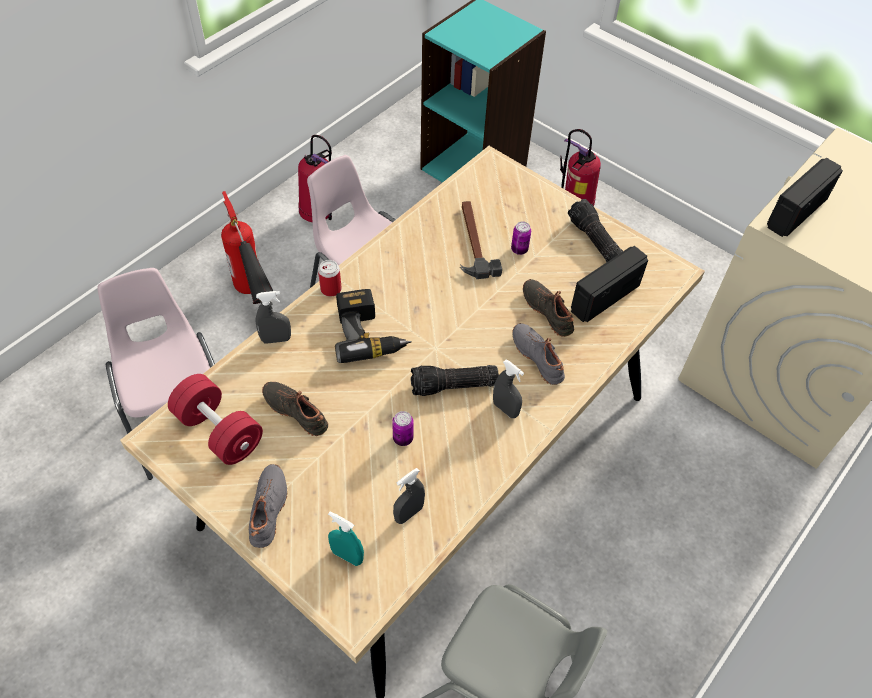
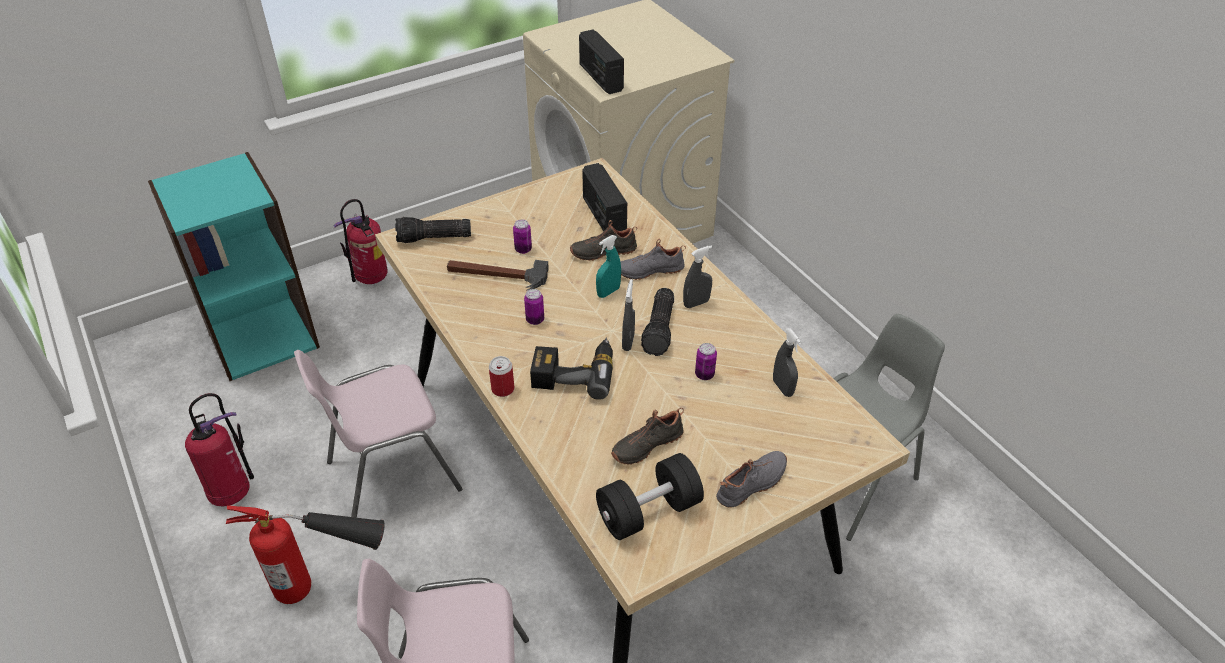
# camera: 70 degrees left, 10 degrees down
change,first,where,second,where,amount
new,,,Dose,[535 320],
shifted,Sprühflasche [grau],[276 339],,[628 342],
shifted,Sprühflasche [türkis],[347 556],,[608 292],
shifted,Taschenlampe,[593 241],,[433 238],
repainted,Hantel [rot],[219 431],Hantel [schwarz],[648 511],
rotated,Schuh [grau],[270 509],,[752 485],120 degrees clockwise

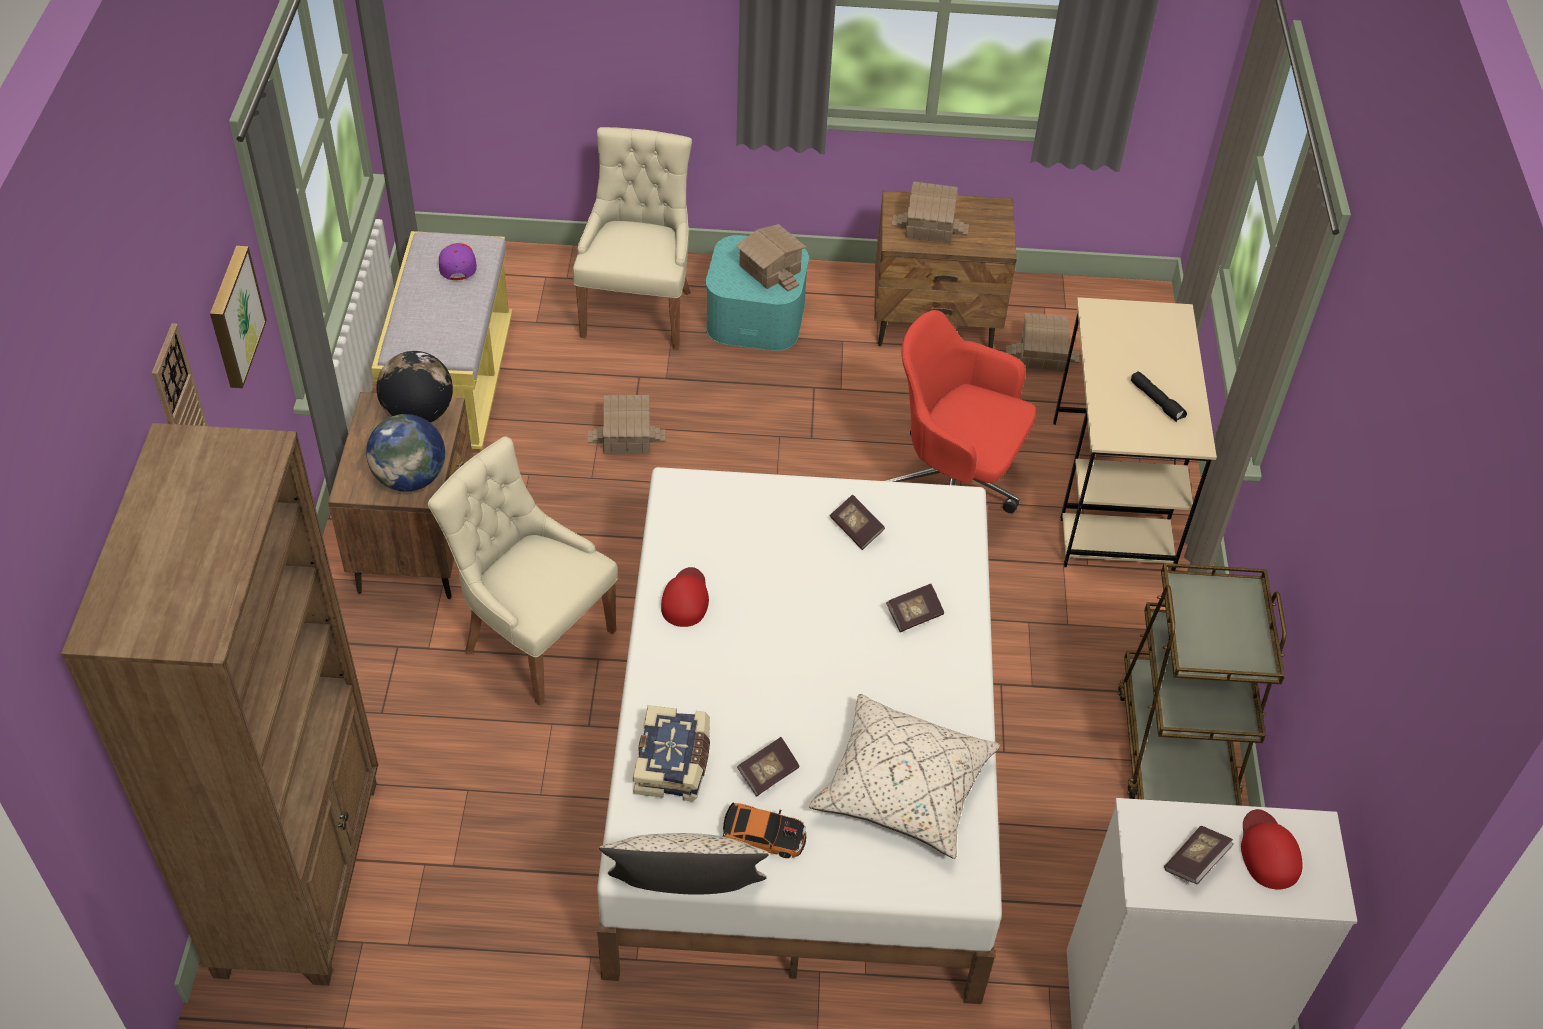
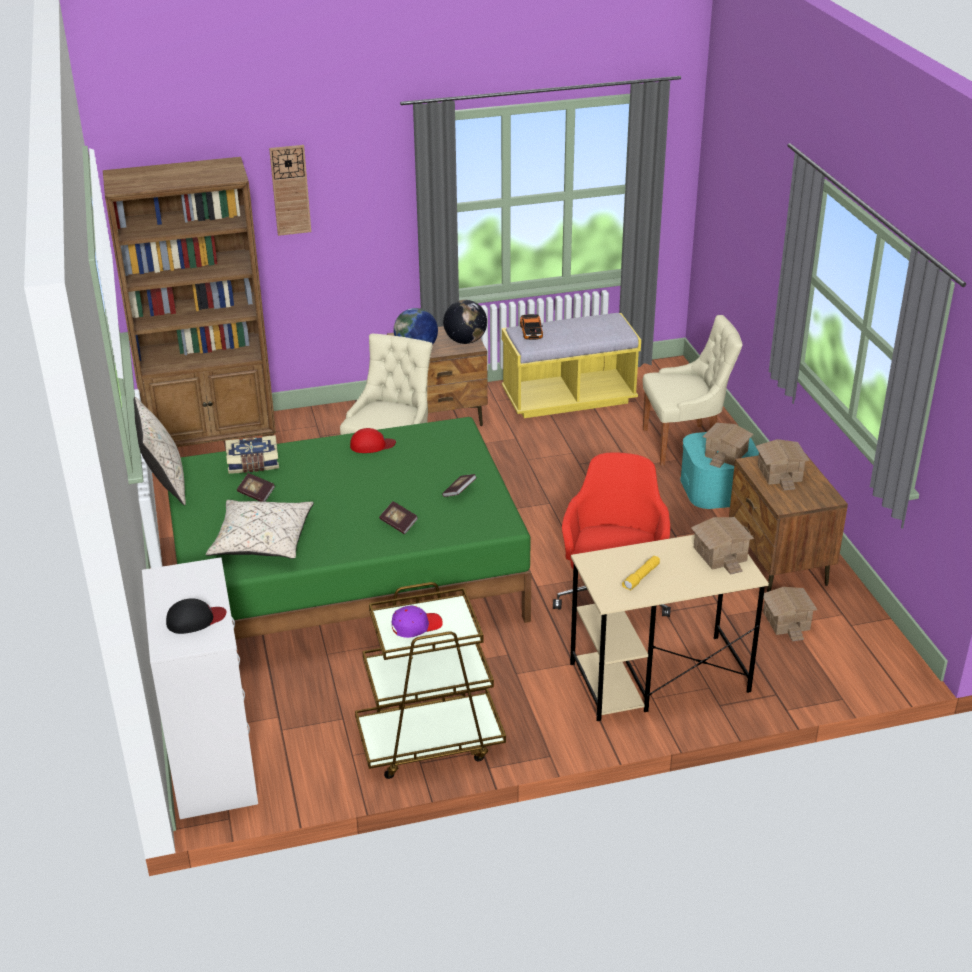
# camera: 75 degrees right, 15 degrees down
change,first,where,second,where,amount
gone,Bild,[233 316],,,
gone,Buch,[1195 862],,,
shifted,Kappe [lila],[457 264],,[416 626],
shifted,Spielzeughaus,[626 436],,[721 554],
shifted,Spielzeugauto,[764 835],,[532 331],
repainted,Bett [weiß],[800 761],Bett [grün],[346 578],
repainted,Taschenlampe [schwarz],[1157 401],Taschenlampe [gelb],[641 578],
repainted,Kappe [rot],[1268 851],Kappe [schwarz],[195 619],

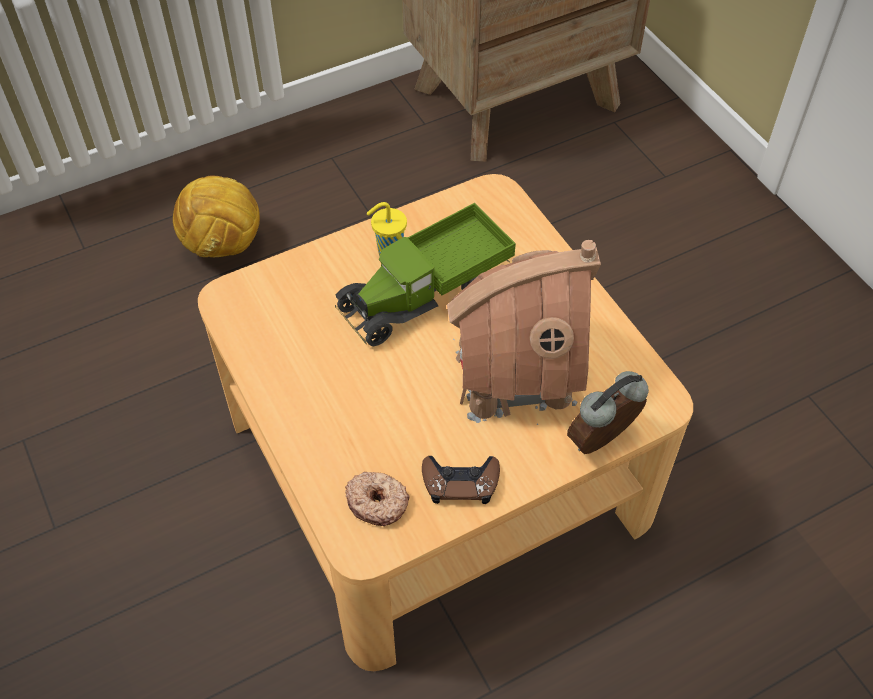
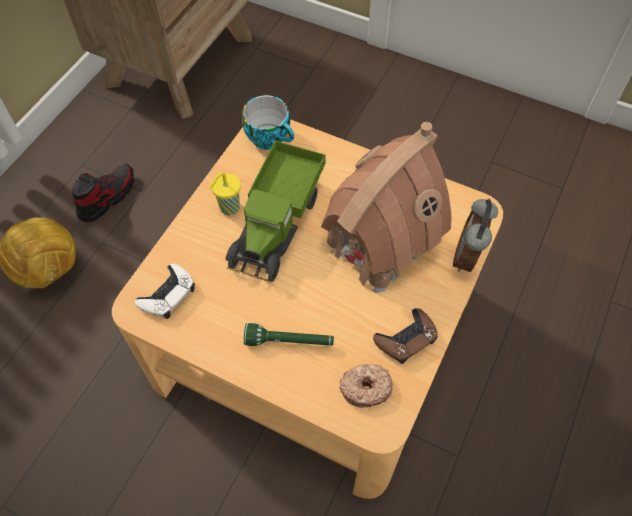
# camera: 35 degrees left, 5 degrees up
change,first,where,second,where,amount
new,,,Schuh,[107 197],
new,,,Gamepad [weiß],[167 295],
new,,,Tasse,[270 137],
new,,,Taschenlampe [grün],[289 342],

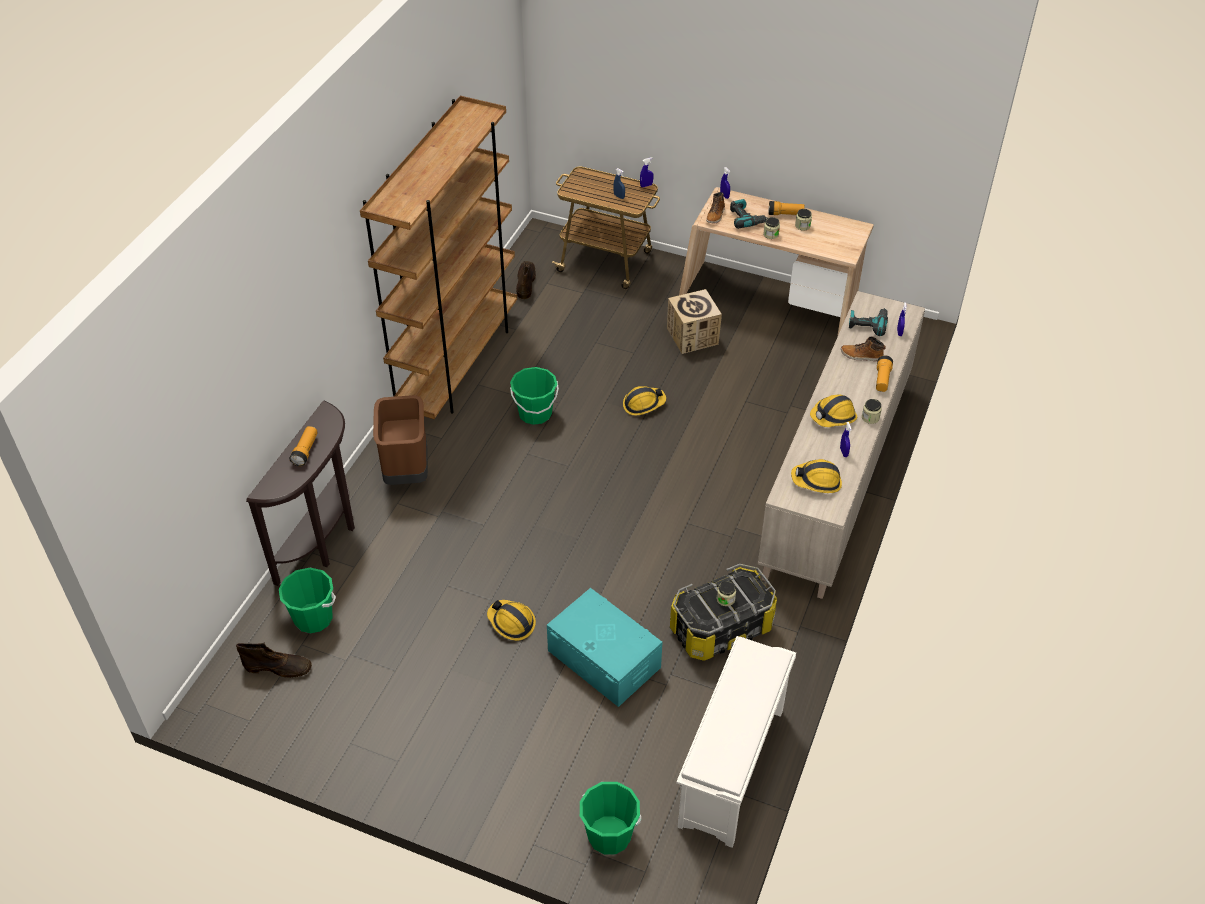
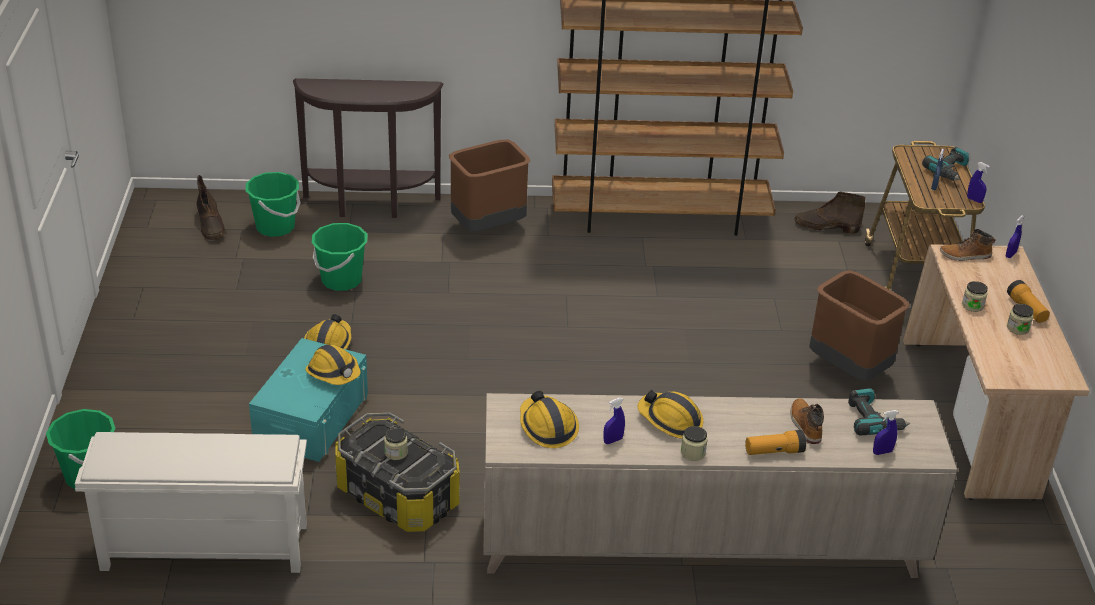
# camera: 65 degrees right, 10 degrees down
change,first,where,second,where,amount
gone,Taschenlampe,[305 451],,,
shifted,Eimer [grün],[535 413],,[341 280],
shifted,Schutzhelm,[643 404],,[334 373],
shifted,Bohrmaschine,[746 219],,[949 171],
swapped,Karton,[692 336],Mülleimer [braun],[849 369],
rotated,Stiefel [braun],[526 282],,[826 226],150 degrees counterclockwise

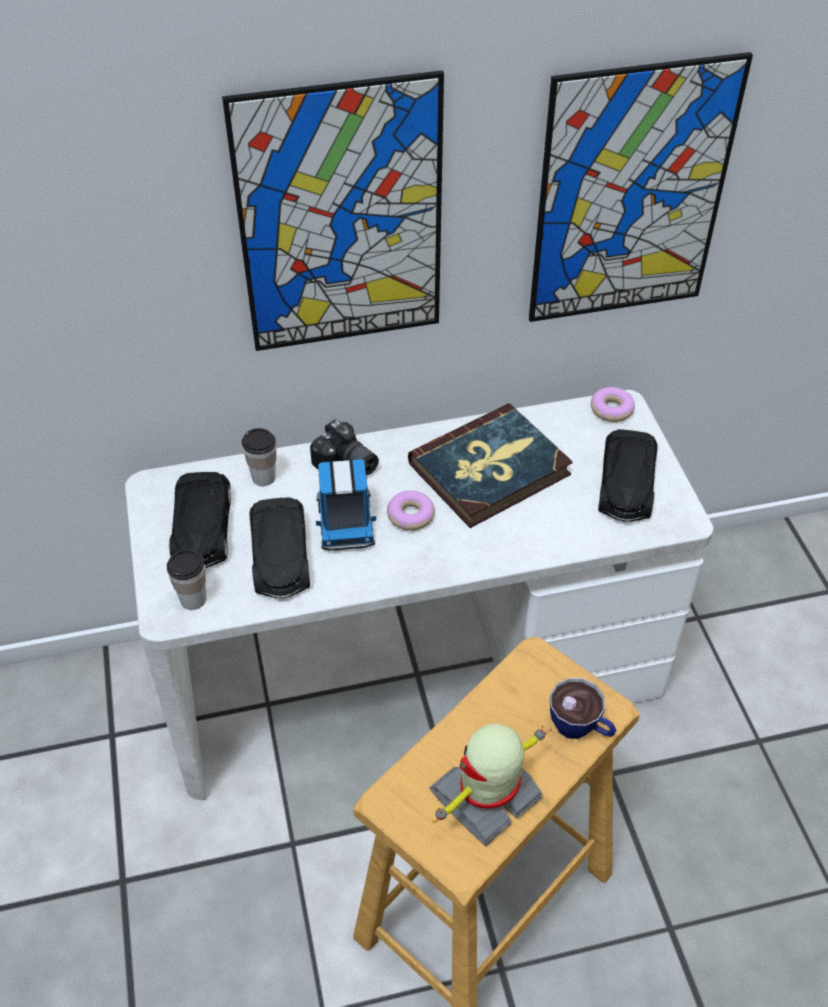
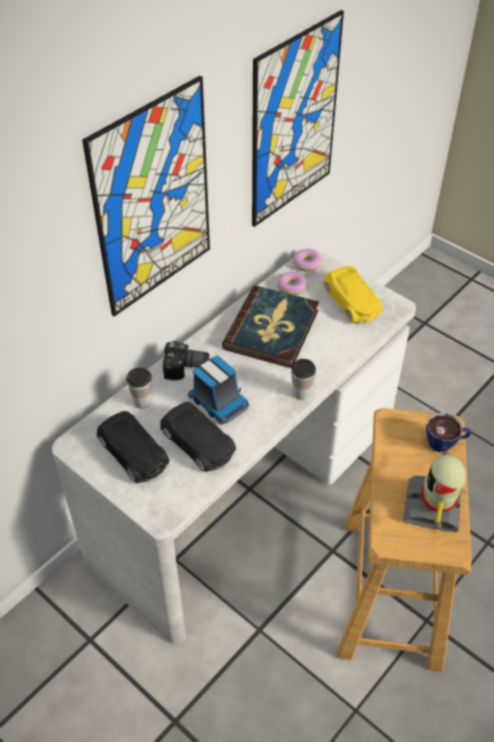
# camera: 35 degrees left, 0 degrees up
change,first,where,second,where,amount
shifted,Tasse,[193 599],,[301 393],
shifted,Donut,[410 515],,[291 287],
repainted,Spielzeugauto [schwarz],[626 485],Spielzeugauto [gelb],[352 302],

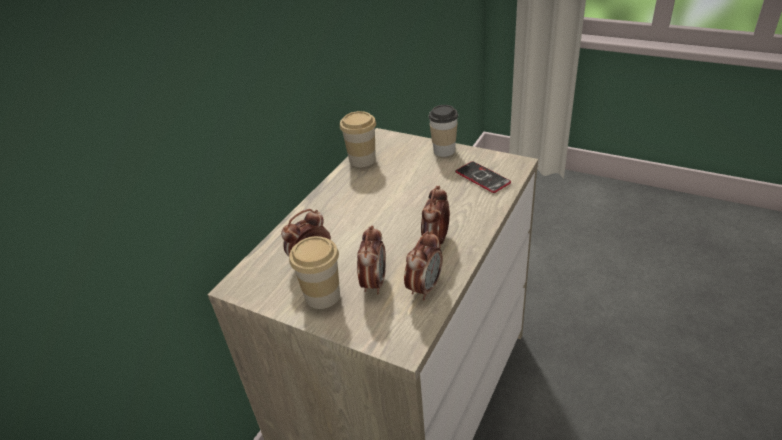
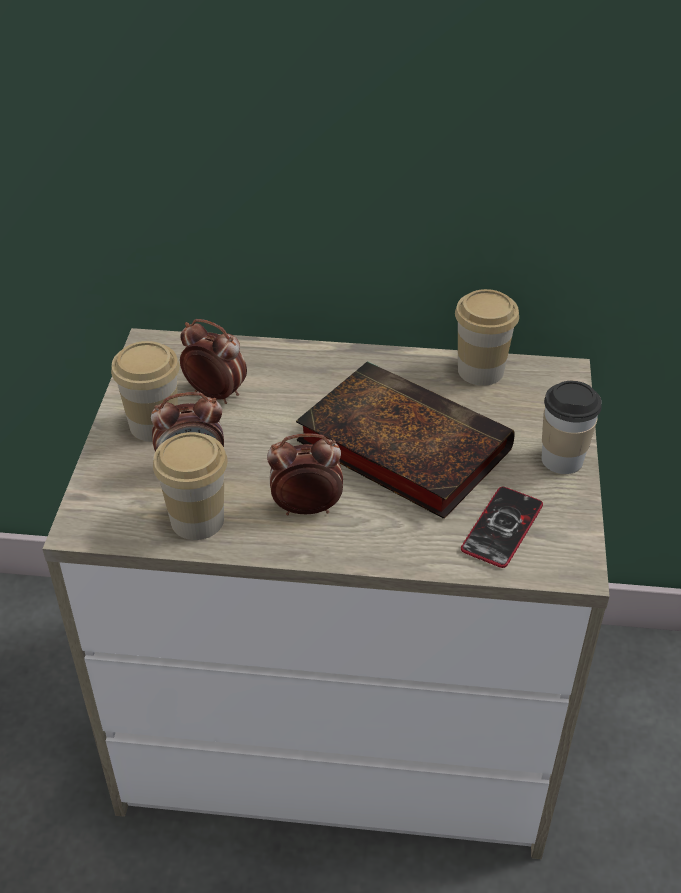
# camera: 65 degrees right, 5 degrees up
change,first,where,second,where,amount
new,,,Buch,[398 445],
swapped,Wecker,[424 288],Tasse,[197 520],

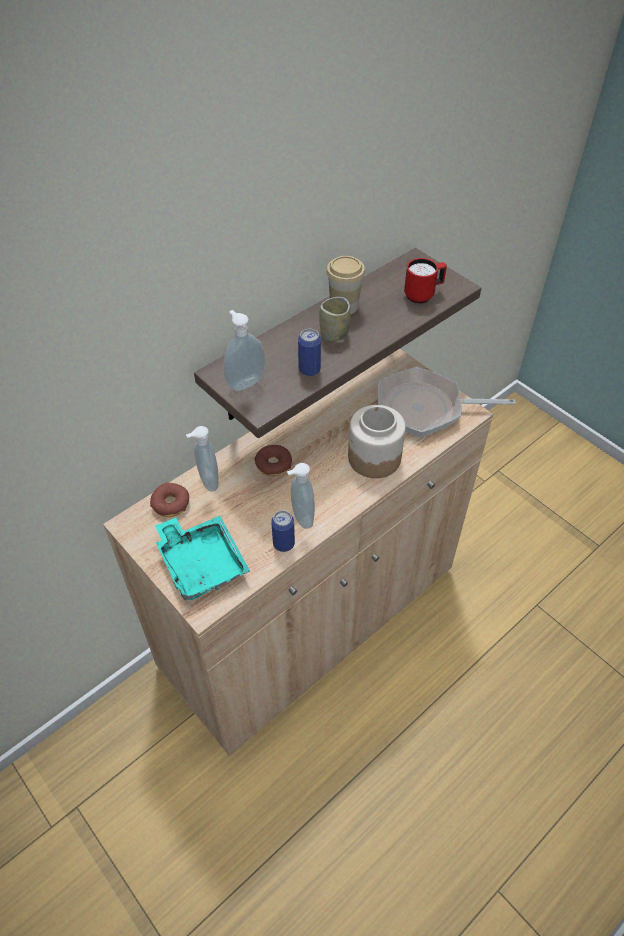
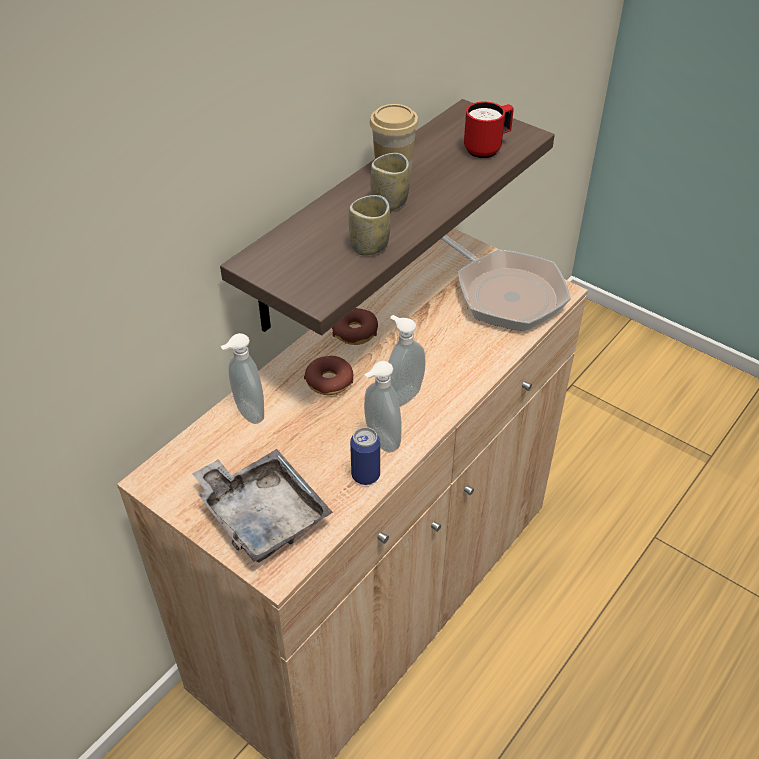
# camera: 10 degrees left, 5 degrees down
change,first,where,second,where,amount
gone,Vorratsglas,[374 457],,,
shifted,Donut,[171 504],,[355 332],
shifted,Seifenspender,[245 382],,[402 395],
swapped,Dose,[309 370],Tasse,[369 246],
repainted,Tablett [türkis],[201 563],Tablett [grau],[262 514],
rotated,Pfanne,[425 408],,[504 293],120 degrees counterclockwise

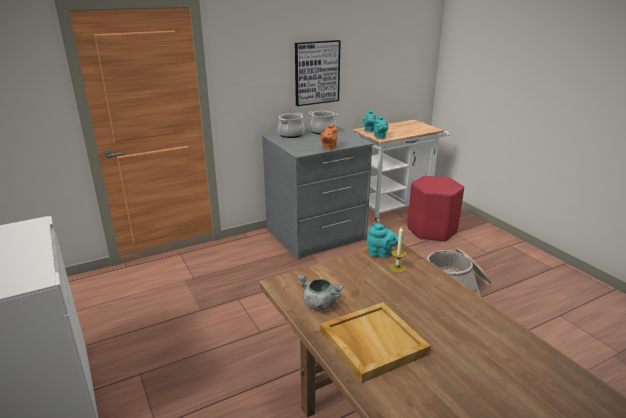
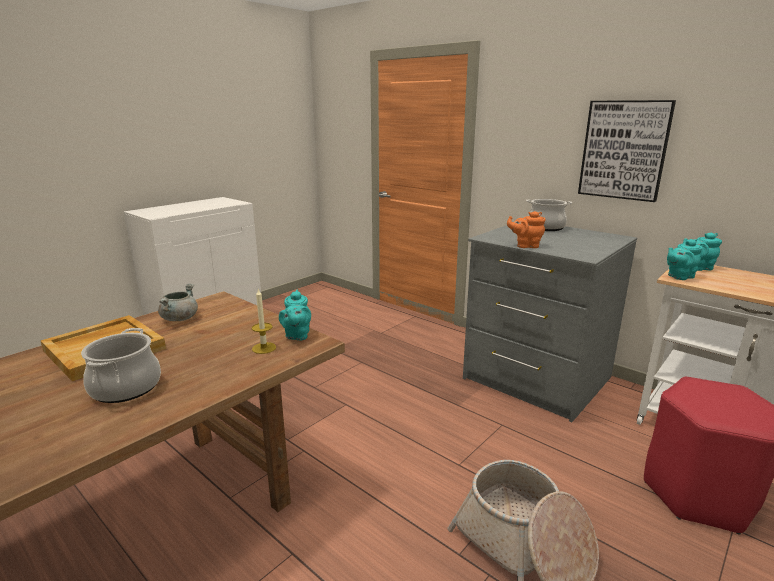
# camera: 70 degrees right, 5 degrees down
change,first,where,second,where,amount
shifted,Kochtopf,[322 131],,[125 387],

